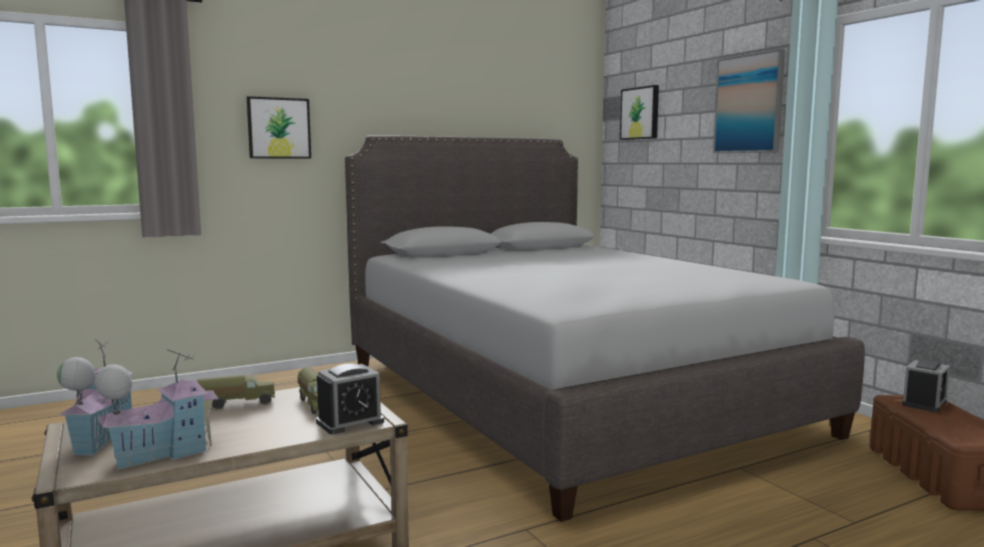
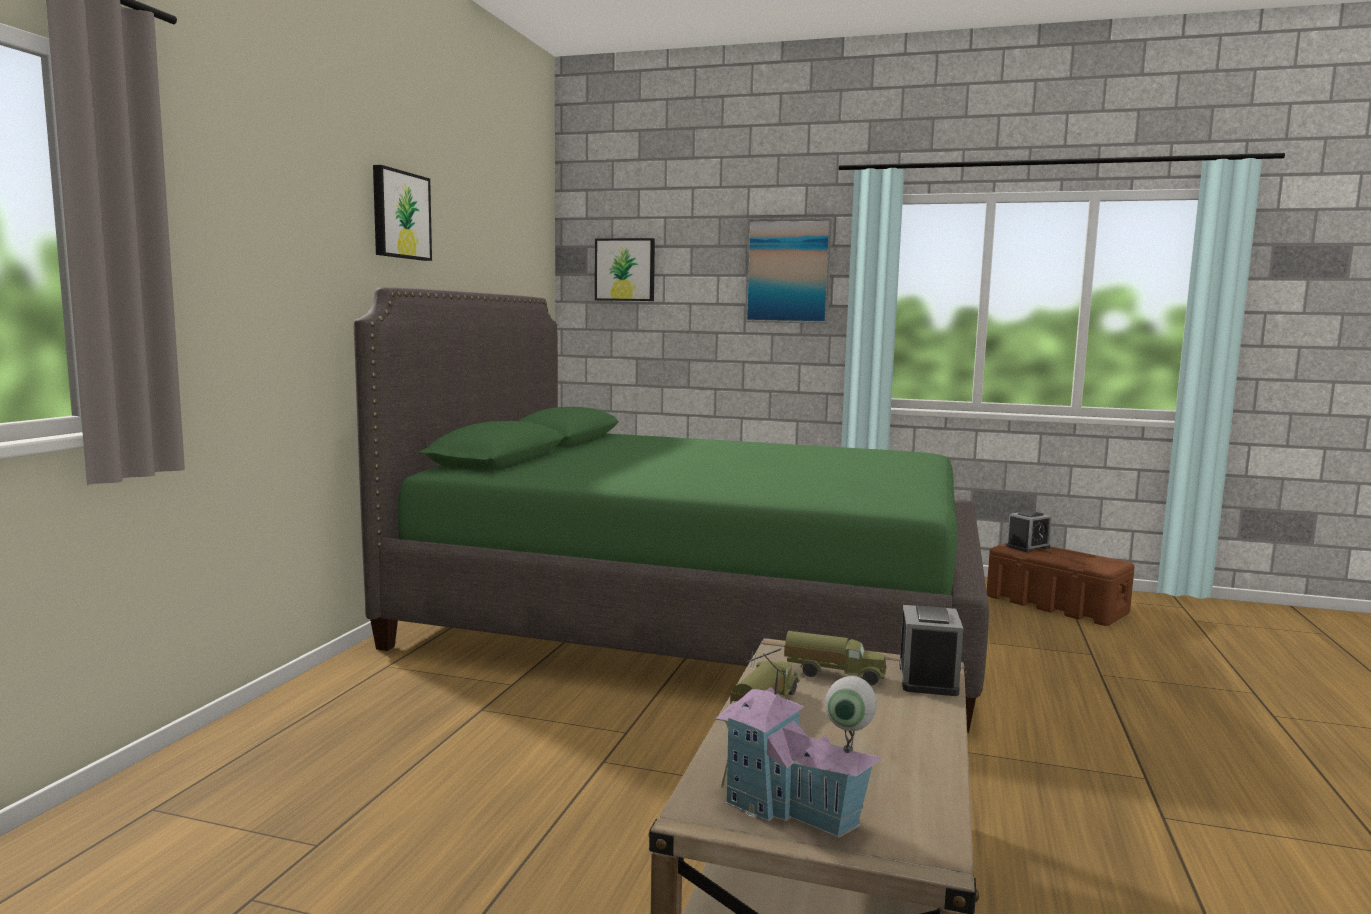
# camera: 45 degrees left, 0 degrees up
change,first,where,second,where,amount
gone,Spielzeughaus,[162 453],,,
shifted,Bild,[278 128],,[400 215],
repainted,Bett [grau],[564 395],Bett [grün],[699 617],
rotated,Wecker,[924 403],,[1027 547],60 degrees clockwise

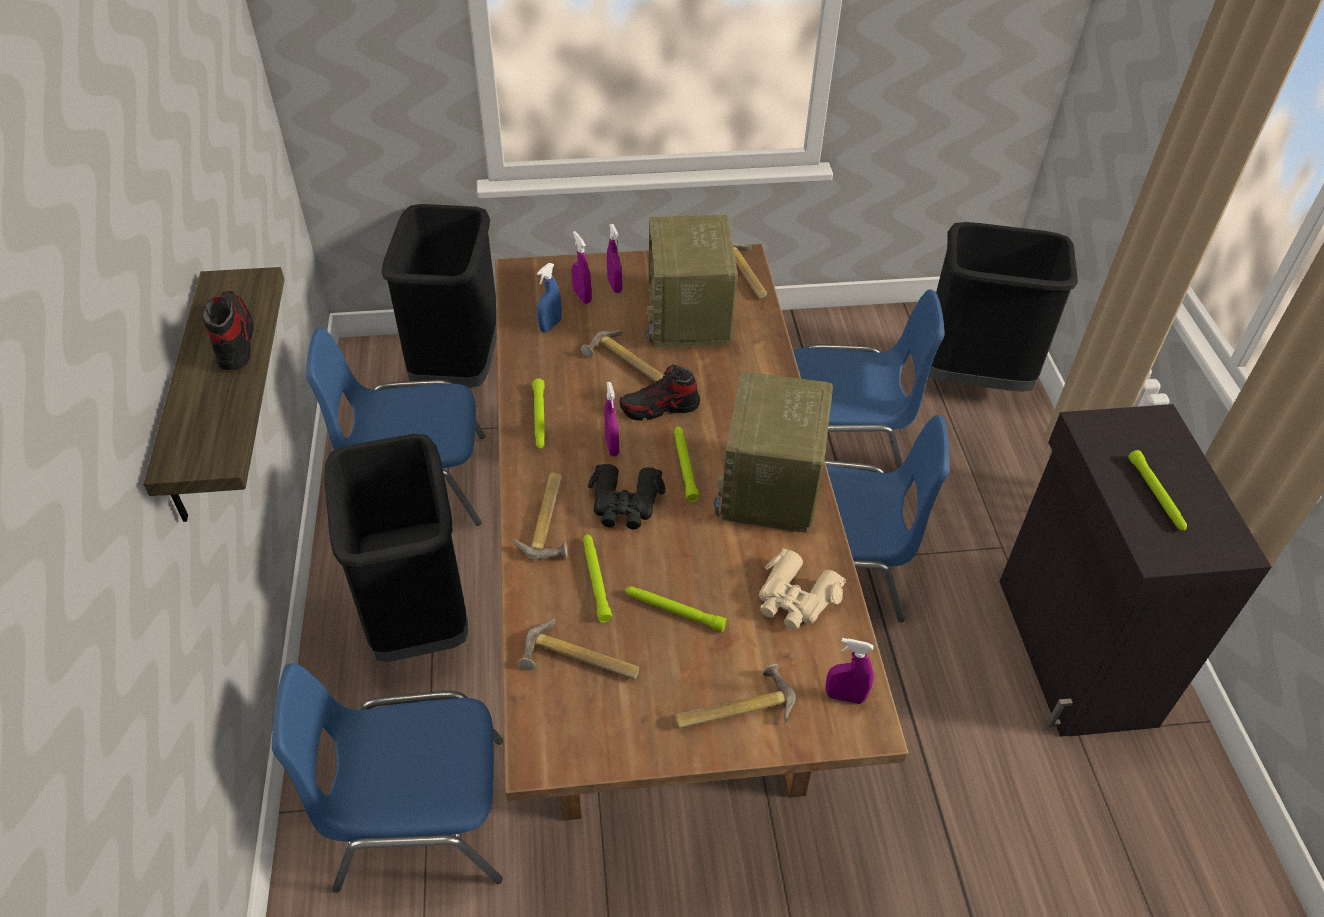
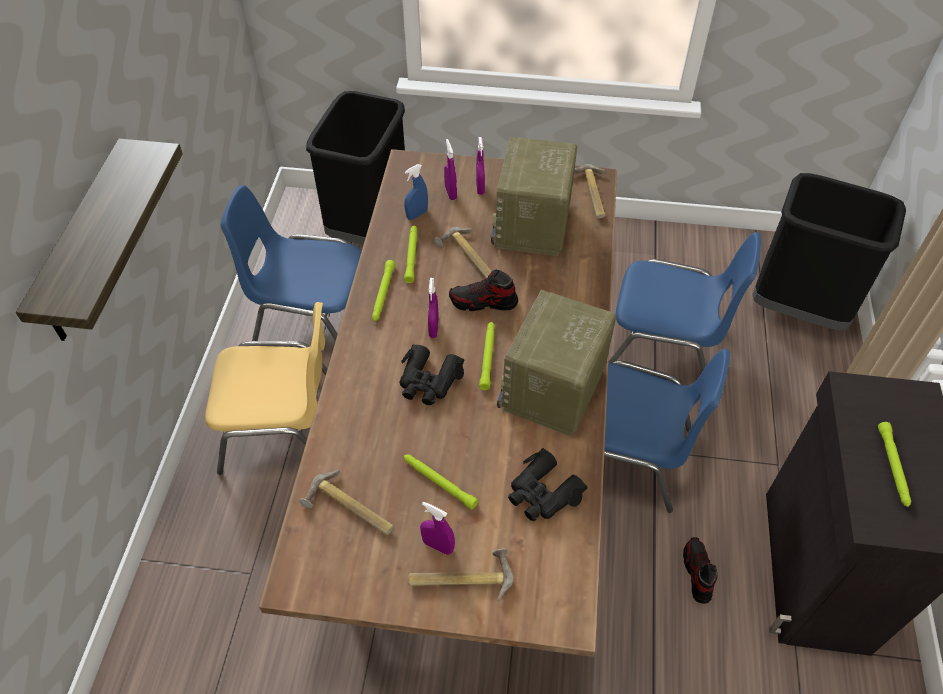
# camera: 15 degrees right, 5 degrees up
change,first,where,second,where,amount
gone,Stuhl [blau],[418 814],,,
gone,Hammer,[550 520],,,
shifted,Schuh,[233 339],,[697 573],
shifted,Taschenlampe [grün],[595 579],,[411 255],
shifted,Sprühflasche [lila],[845 696],,[438 546],
swapped,Mülleimer [schwarz],[419 617],Stuhl [gelb],[284 427],
repainted,Fernglas [beige],[795 599],Fernglas [schwarz],[542 493],

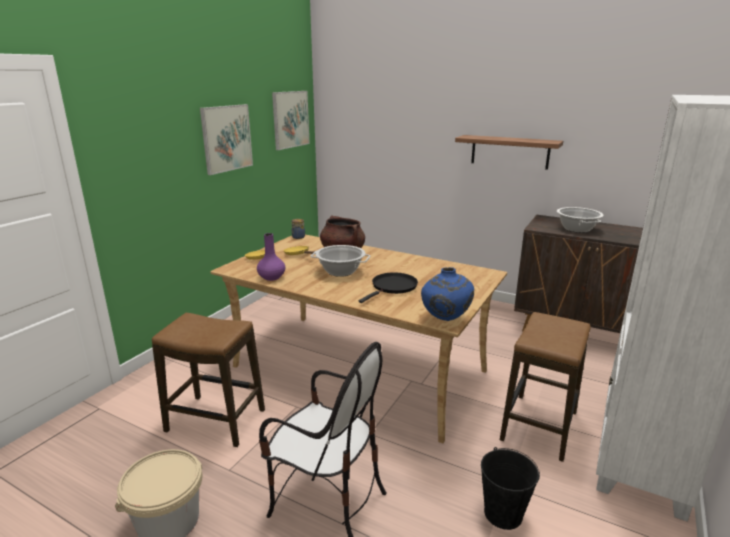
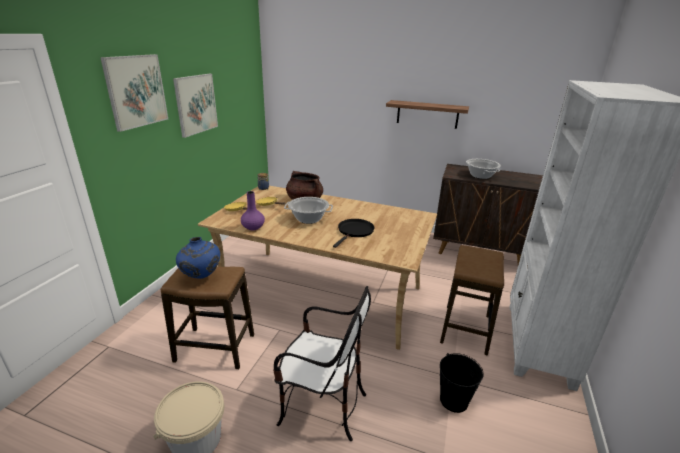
# camera: 10 degrees left, 5 degrees up
change,first,where,second,where,amount
shifted,Bild,[290 119],,[136 91],
shifted,Vase [blau],[445 320],,[201 277],

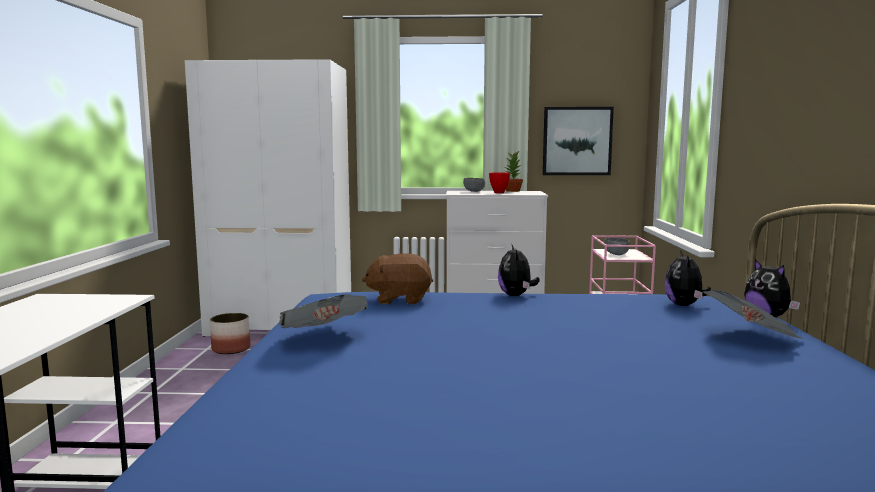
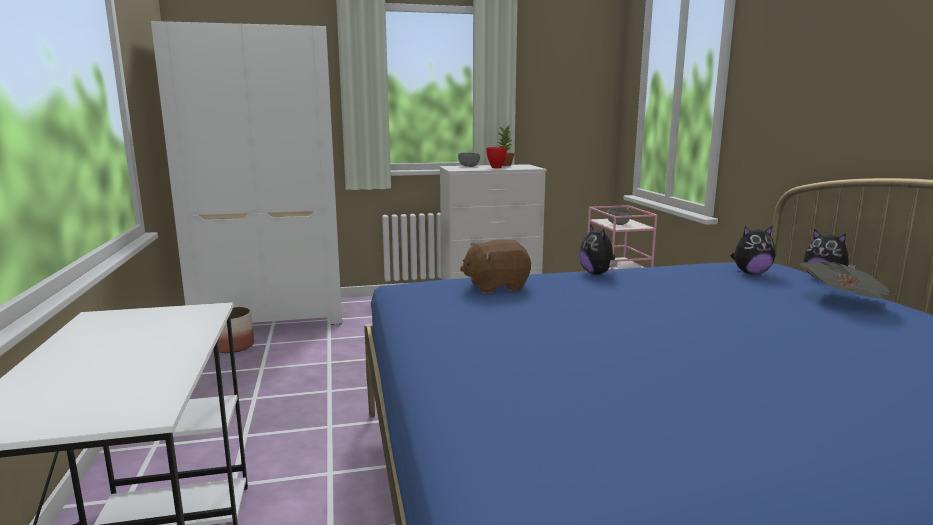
# camera: 15 degrees left, 5 degrees up
change,first,where,second,where,amount
gone,Zeitung,[323 337],,,
gone,Bild,[577 141],,,
rotated,Plüschtier,[684 305],,[751 273],90 degrees counterclockwise

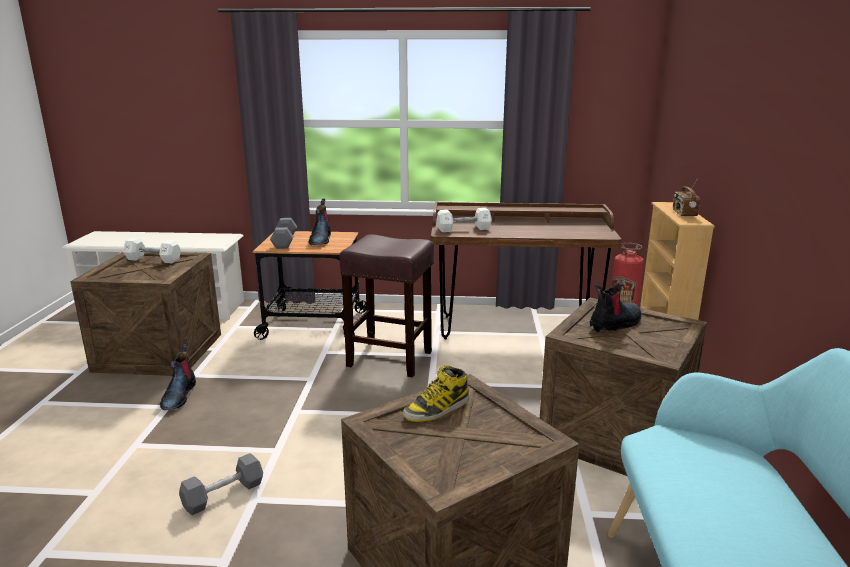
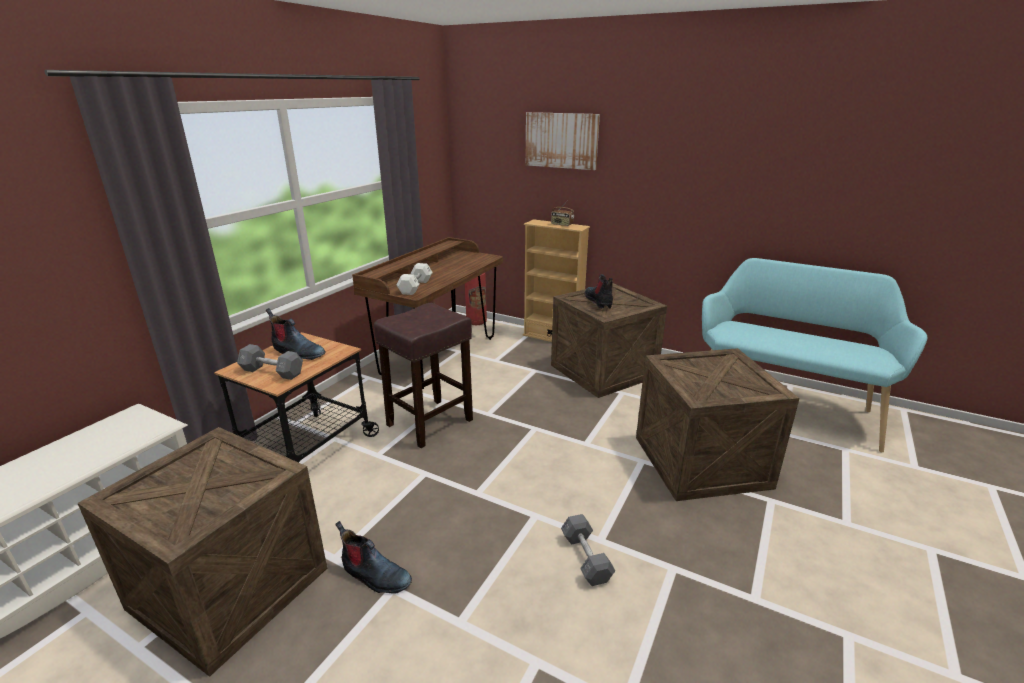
# camera: 65 degrees left, 5 degrees up
change,first,where,second,where,amount
gone,Hantel [weiß],[153 259],,,
gone,Stiefel,[437 409],,,
new,,,Bild,[561 140],

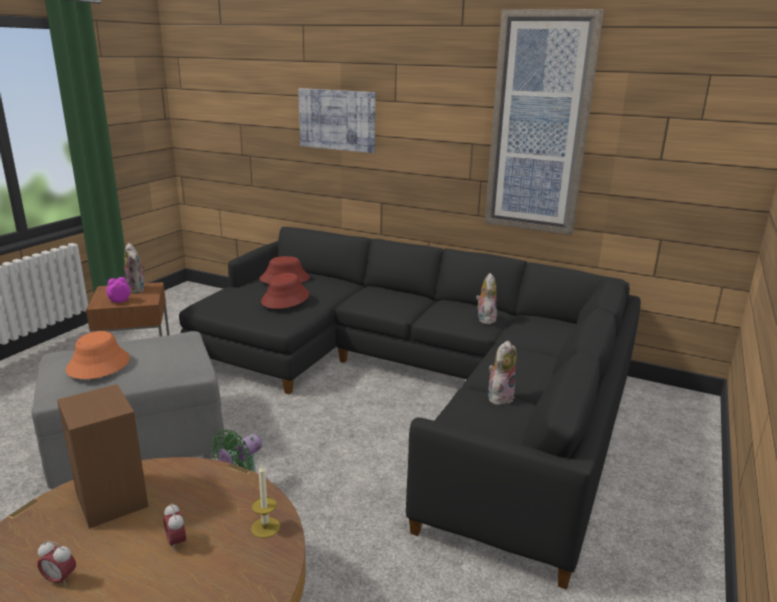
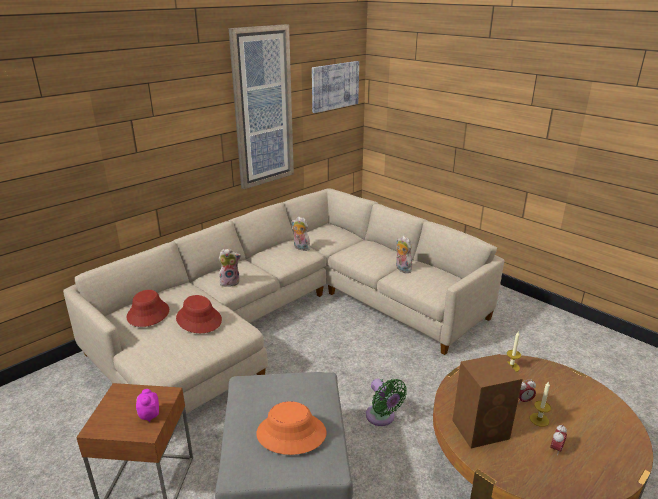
# camera: 70 degrees left, 5 degrees up
change,first,where,second,where,amount
new,,,Kerze,[539 419],
shifted,Plüschtier,[137 289],,[230 282],
shifted,Bild,[337 120],,[335 86],
repainted,Sofa [schwarz],[418 384],Sofa [beige],[289 315],

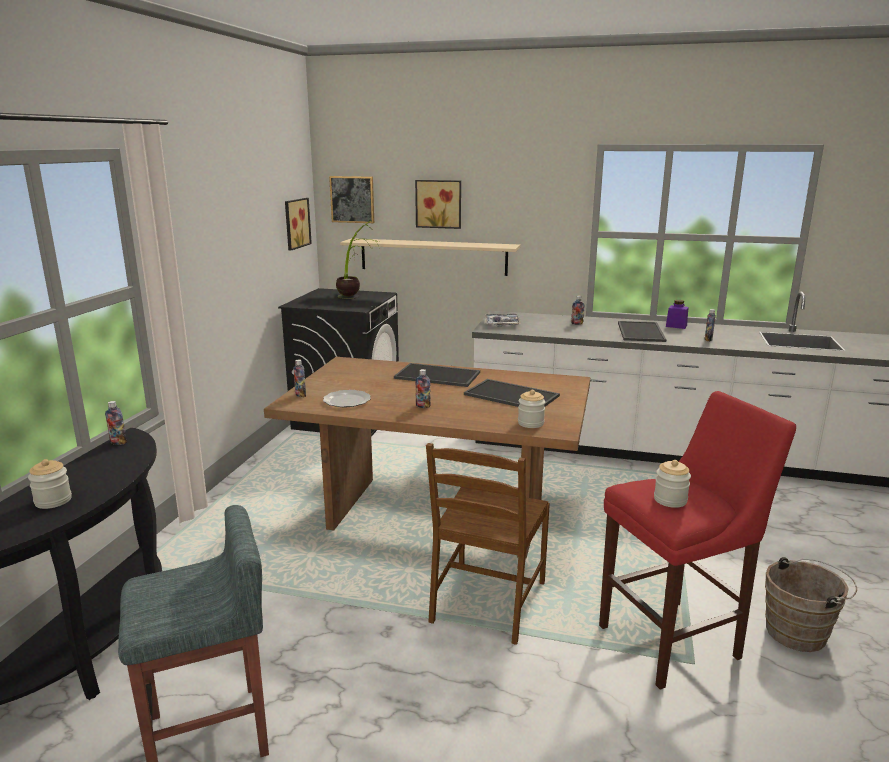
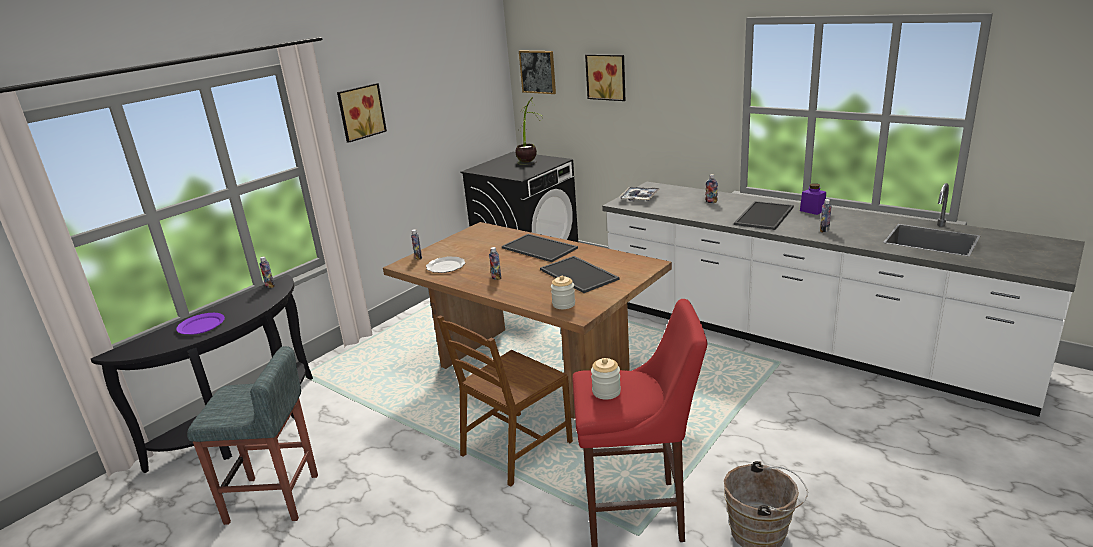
# camera: 25 degrees right, 5 degrees up
change,first,where,second,where,amount
gone,Wandregal [beige],[433 256],,,
shifted,Bild,[295 223],,[360 112],
swapped,Vorratsglas,[53 501],Teller [lila],[201 326],

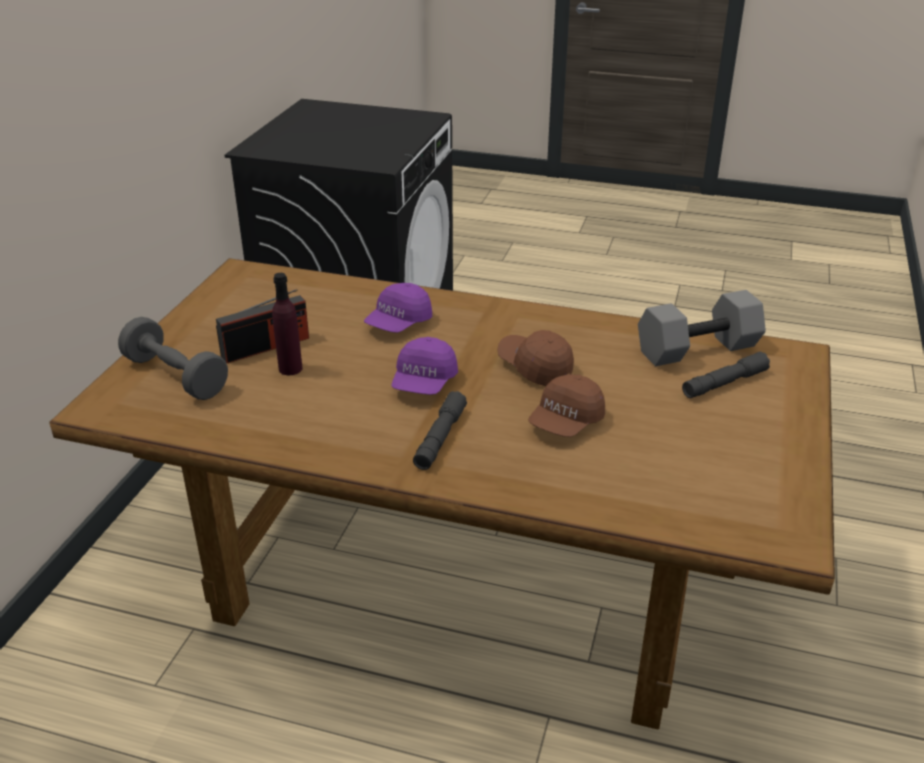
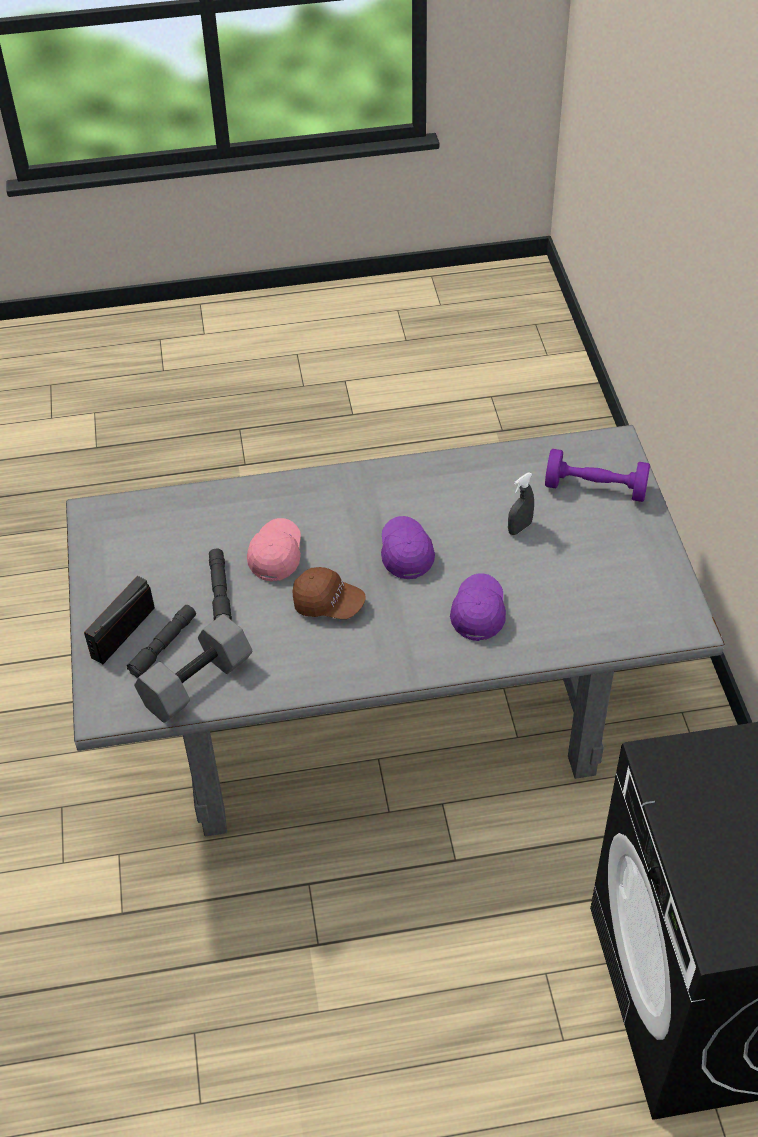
# camera: 155 degrees right, 15 degrees up
change,first,where,second,where,amount
shifted,Radio,[266 347],,[123 633],
shifted,Taschenlampe [grau],[440 438],,[220 591],
swapped,Flasche [lila],[290 368],Sprühflasche [grau],[519 528],
repainted,Esstisch [braun],[465 574],Esstisch [grau],[381 708],
repainted,Hantel [grau],[176 376],Hantel [lila],[595 488],
repainted,Kappe [braun],[565 422],Kappe [rosa],[276 555],

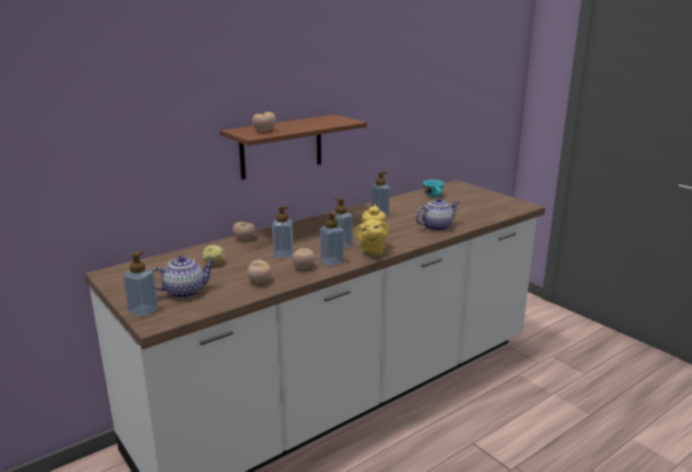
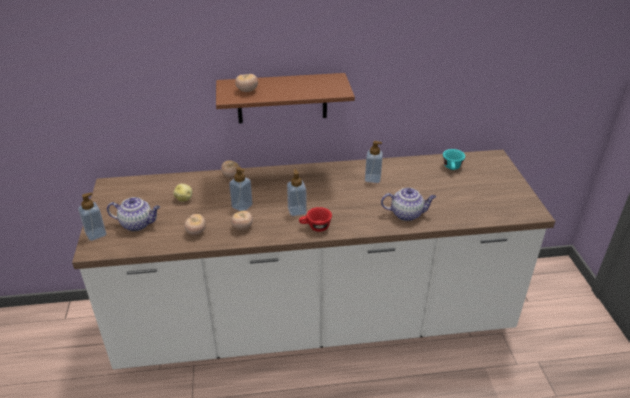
# camera: 30 degrees right, 15 degrees up
change,first,where,second,where,amount
gone,Seifenspender,[331 261],,,
swapped,Teekanne [gelb],[372 251],Tasse [rot],[315 227],

